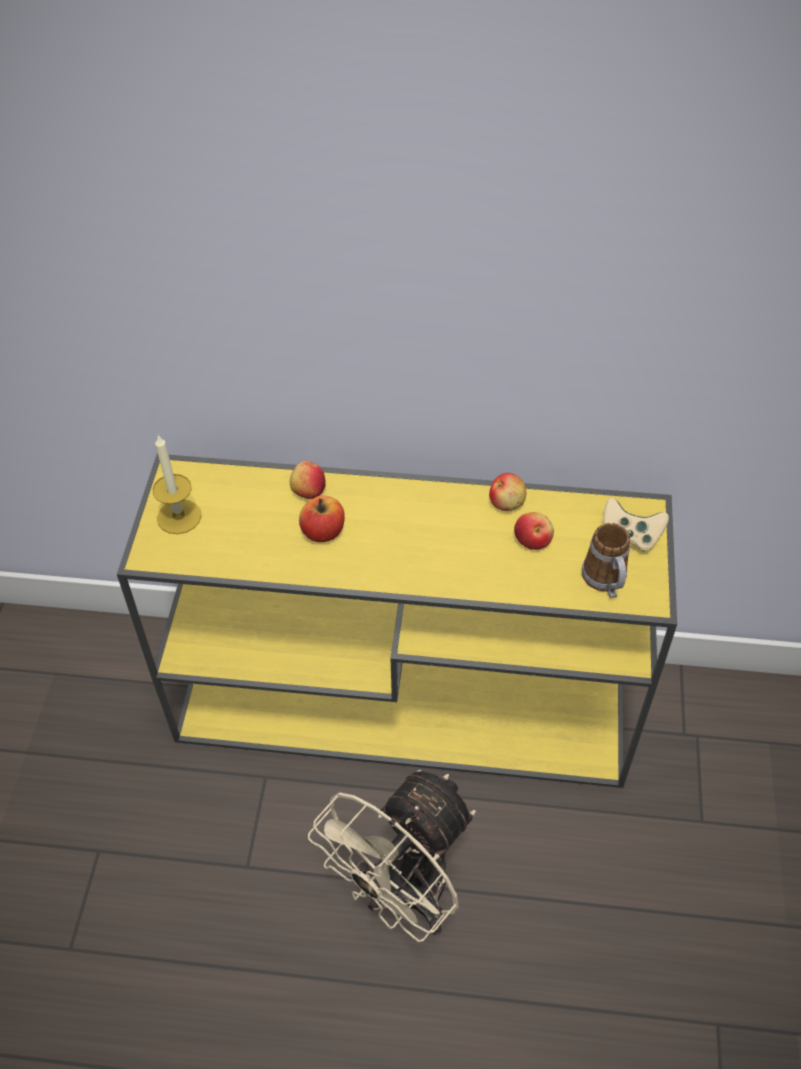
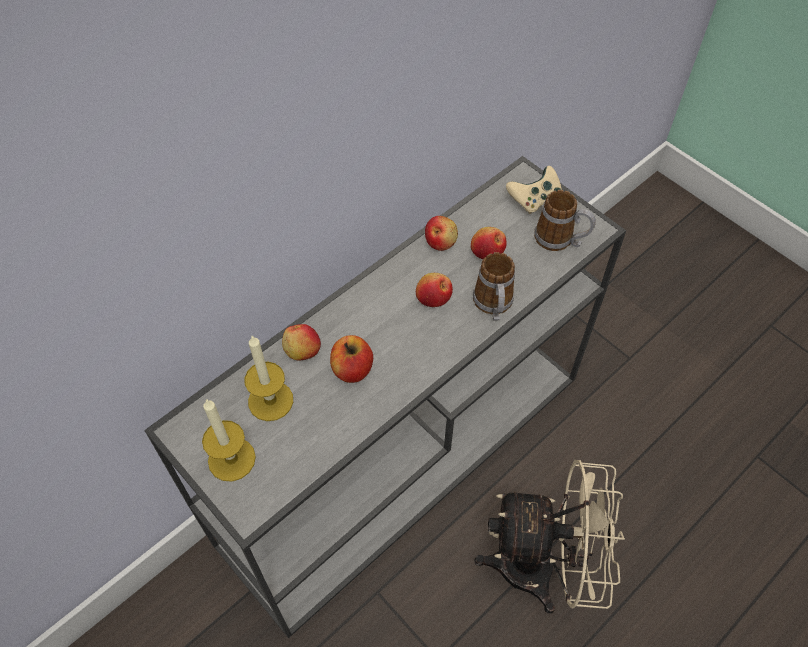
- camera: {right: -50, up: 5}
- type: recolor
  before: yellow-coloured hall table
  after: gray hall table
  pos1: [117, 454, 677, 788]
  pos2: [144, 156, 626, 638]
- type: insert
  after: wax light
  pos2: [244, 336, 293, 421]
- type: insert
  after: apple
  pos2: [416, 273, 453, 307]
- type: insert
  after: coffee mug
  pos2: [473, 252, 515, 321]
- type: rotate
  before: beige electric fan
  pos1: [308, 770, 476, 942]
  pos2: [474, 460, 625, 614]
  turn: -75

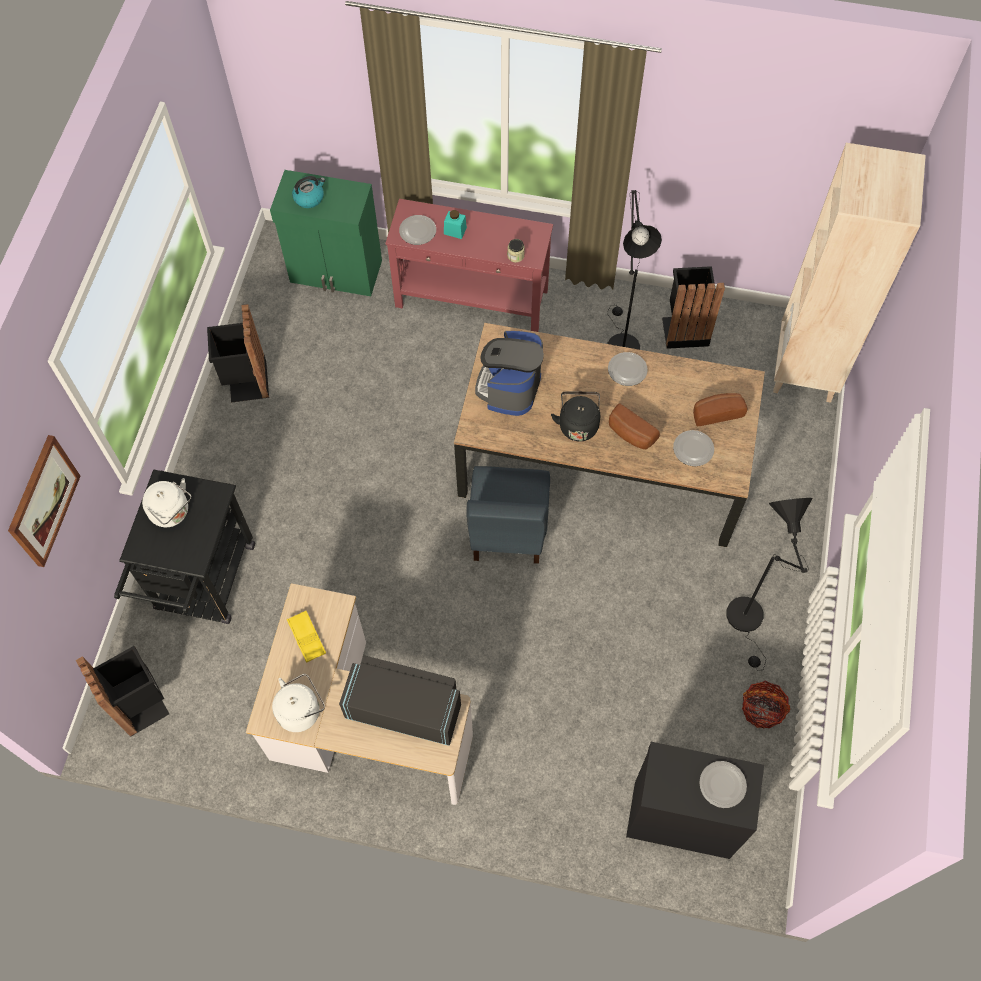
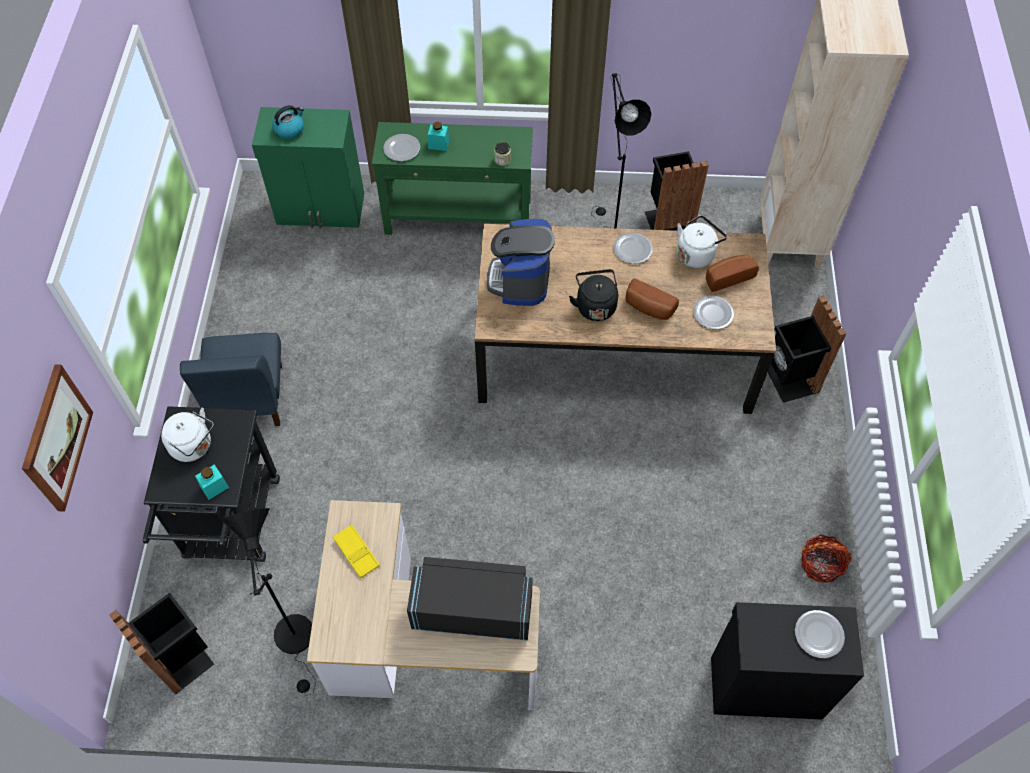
- camera: {right: -10, up: -5}
- type: move
  before: bluish plain chair
  pos1: [467, 466, 550, 564]
  pos2: [180, 333, 282, 426]
- type: insert
  after: turquoise preserve jar
  pos2: [195, 464, 229, 500]
- type: move
  before: blackish floor lamp
  pos1: [726, 498, 813, 670]
  pos2: [221, 508, 316, 696]
- type: recolor
  before: red-coloured hall table
  after: greenish hall table
  pos1: [385, 199, 553, 332]
  pos2: [372, 122, 533, 235]
- type: move
  before: white tea kettle
  pos1: [272, 674, 325, 732]
  pos2: [677, 215, 727, 268]
- type: move
  before: blackish waste bin
  pos1: [207, 304, 269, 403]
  pos2: [768, 296, 847, 403]

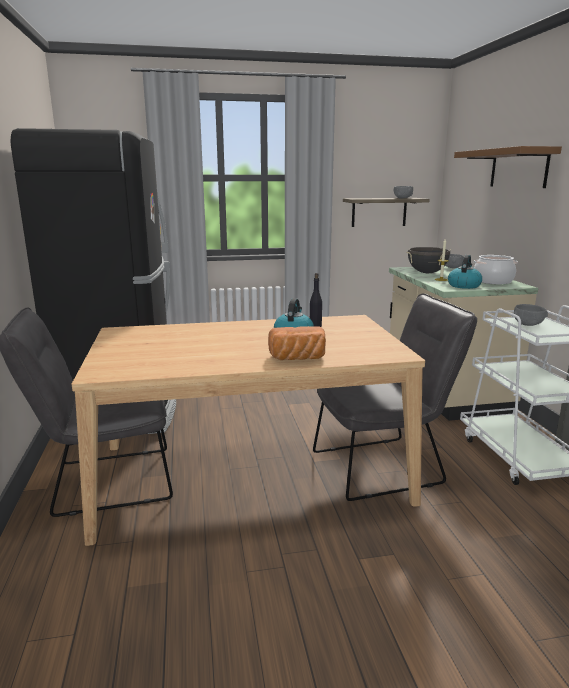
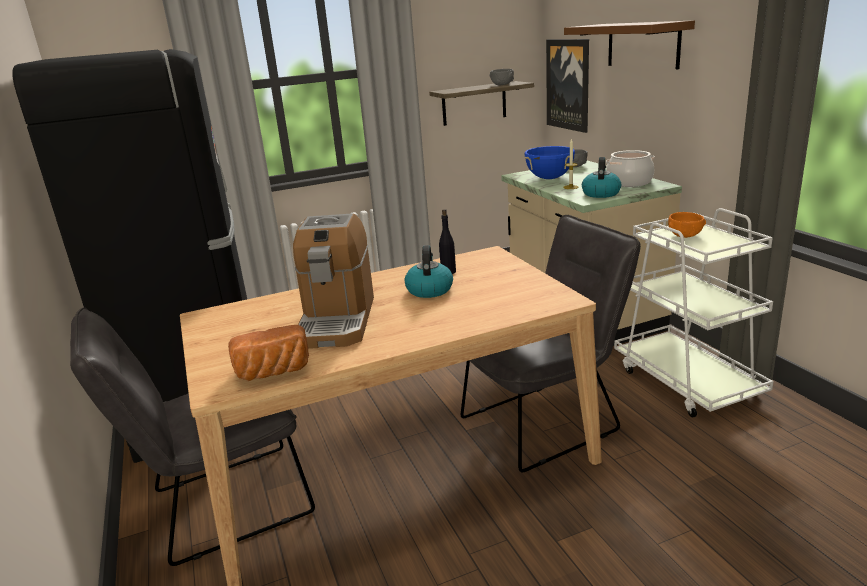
- camera: {right: -10, up: 5}
- type: move
  before: bakery bread
  pos1: [268, 326, 326, 360]
  pos2: [228, 325, 309, 381]
- type: insert
  after: coffee brewer
  pos2: [293, 213, 374, 349]
- type: recolor
  before: blackish cooking pot
  after: bluish cooking pot
  pos1: [406, 247, 451, 273]
  pos2: [525, 146, 575, 179]
- type: insert
  after: picture
  pos2: [546, 39, 589, 133]
- type: recolor
  before: gray deep dish
  after: orange-coloured deep dish
  pos1: [514, 304, 548, 326]
  pos2: [668, 212, 706, 238]

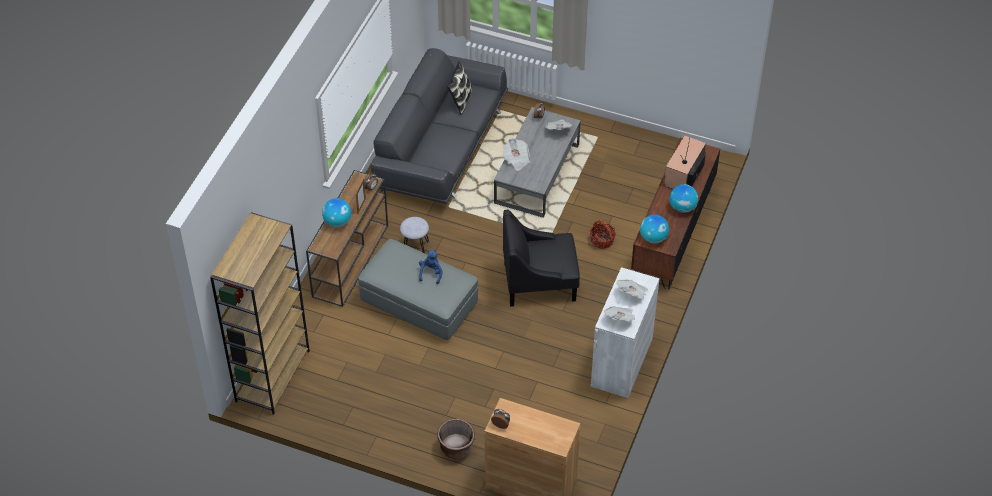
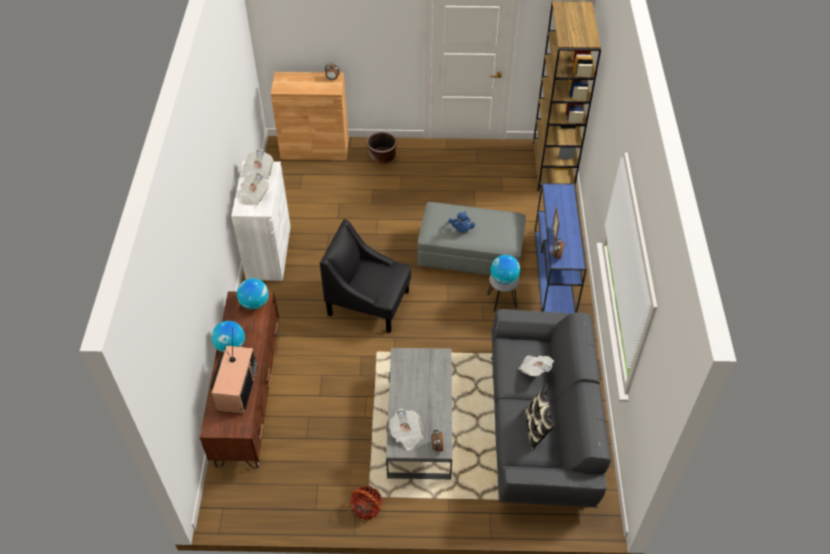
- camera: {right: 160, up: 0}
- type: rotate
  before: blackish armchair
  pos1: [503, 210, 580, 307]
  pos2: [320, 219, 411, 333]
  turn: -135
- type: move
  before: household basket
  pos1: [590, 220, 616, 249]
  pos2: [350, 486, 382, 520]
- type: move
  before: world globe
  pos1: [322, 198, 351, 227]
  pos2: [490, 255, 520, 284]
- type: move
  before: newspaper
  pos1: [503, 138, 530, 171]
  pos2: [519, 355, 554, 376]
- type: recolor
  before: brown hall table
  after: bluish hall table
  pos1: [306, 170, 388, 307]
  pos2: [534, 183, 587, 314]

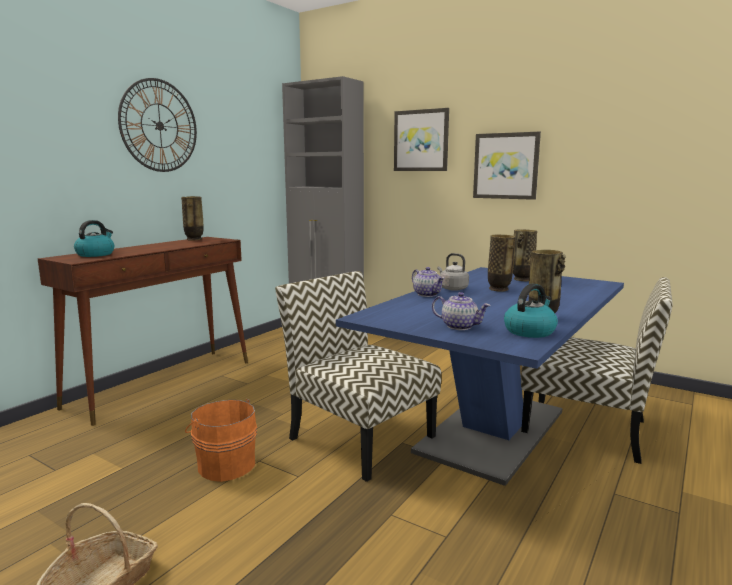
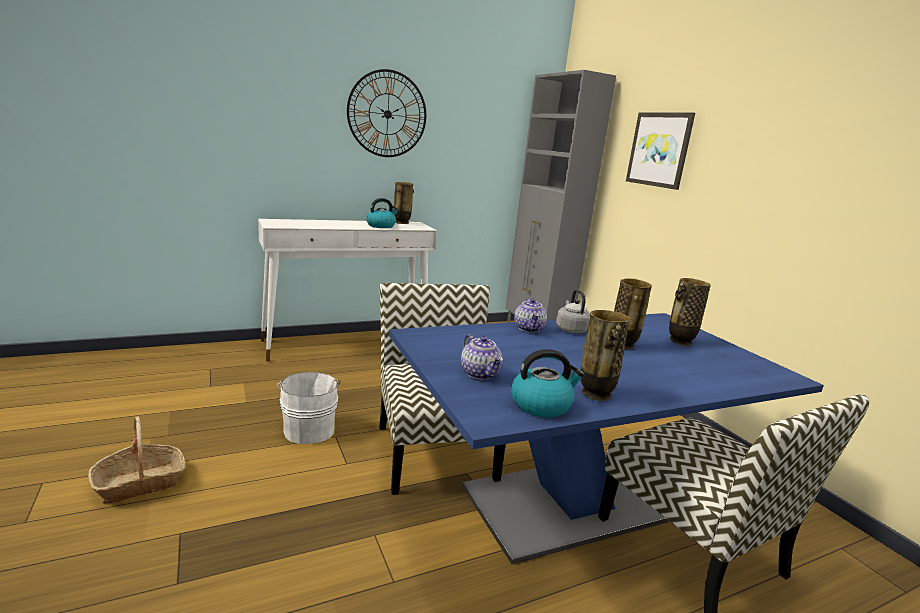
- camera: {right: 30, up: 5}
- type: recolor
  before: brown hall table
  after: white hall table
  pos1: [38, 237, 248, 426]
  pos2: [258, 219, 437, 362]
- type: recolor
  before: orange-coloured pail
  after: white pail
  pos1: [185, 399, 257, 482]
  pos2: [277, 372, 341, 444]
- type: move
  before: tea kettle
  pos1: [74, 220, 114, 257]
  pos2: [366, 198, 399, 228]
- type: delete
  before: picture
  pos1: [473, 132, 541, 200]

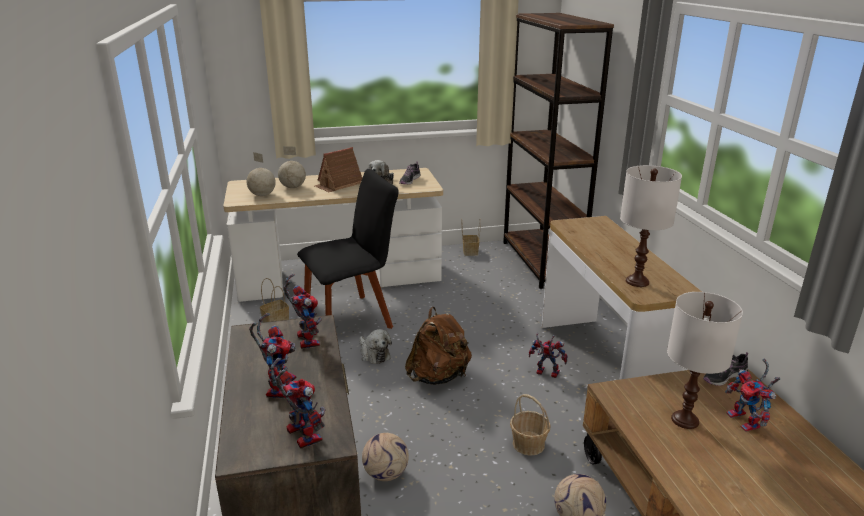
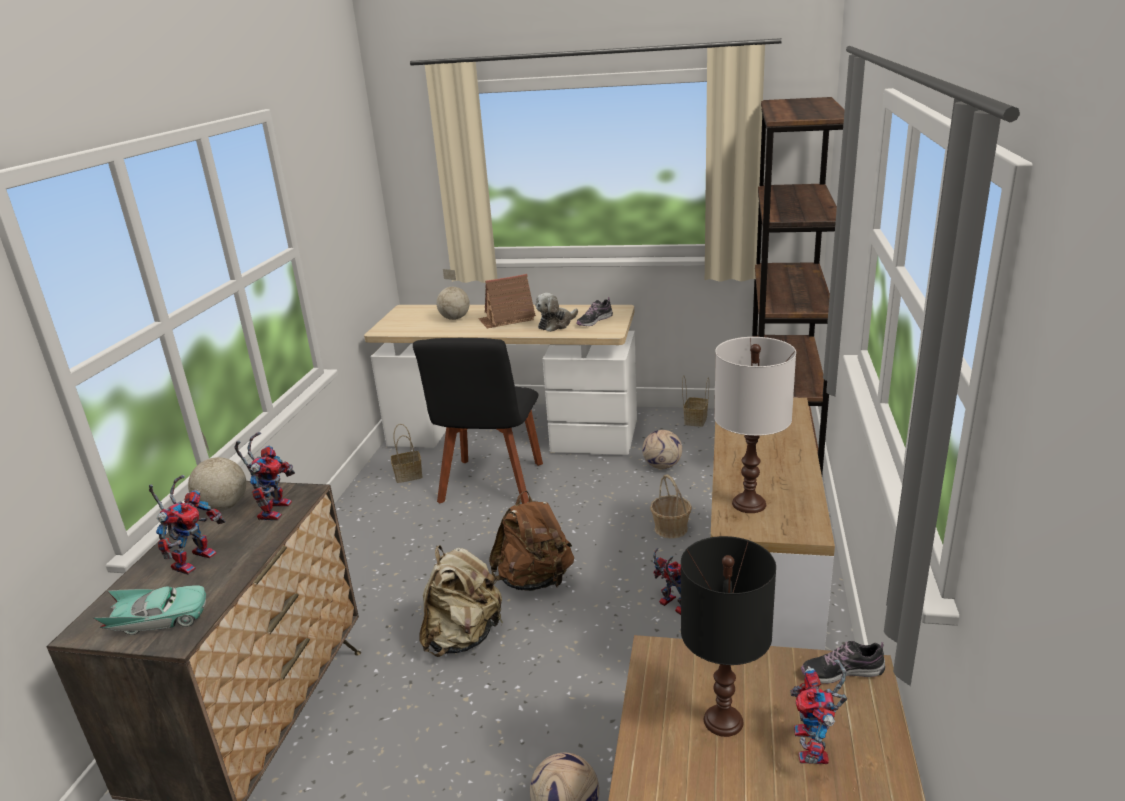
- camera: {right: 25, up: 0}
- type: replace
  before: model robot
  after: turquoise model car
  pos1: [271, 358, 326, 449]
  pos2: [93, 585, 207, 635]
- type: move
  before: world globe
  pos1: [247, 152, 276, 196]
  pos2: [188, 431, 246, 511]
- type: rotate
  before: blackish plain chair
  pos1: [297, 169, 399, 329]
  pos2: [413, 338, 543, 504]
  turn: 105
- type: insert
  after: beige rucksack
  pos2: [419, 545, 503, 657]
- type: move
  before: football
  pos1: [362, 433, 409, 481]
  pos2: [642, 430, 682, 469]
- type: move
  before: household basket
  pos1: [510, 394, 551, 456]
  pos2: [650, 474, 692, 539]
- type: recolor
  before: white tabletop lamp
  after: blackish tabletop lamp
  pos1: [667, 292, 743, 429]
  pos2: [681, 536, 776, 737]
- type: delete
  before: plush toy
  pos1: [359, 329, 392, 364]

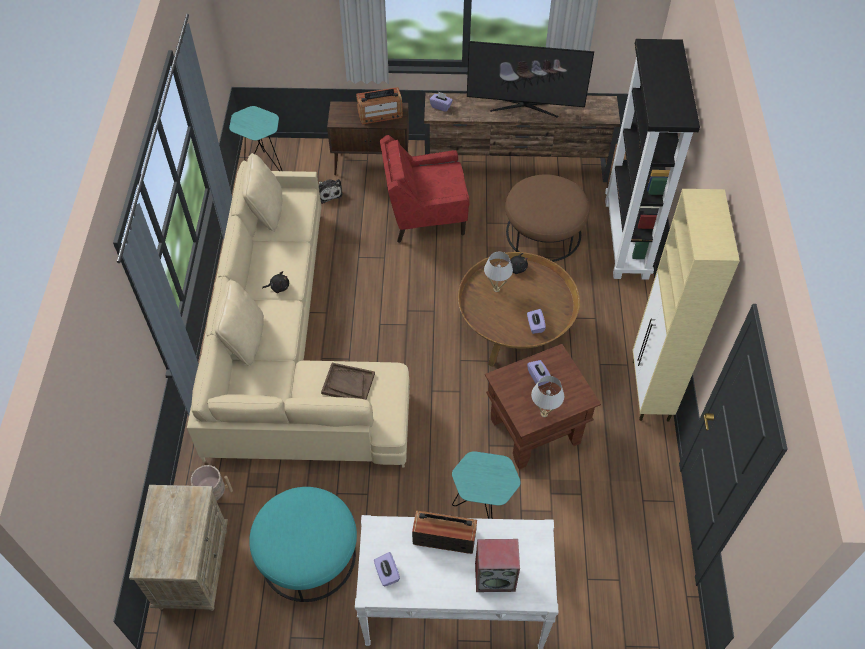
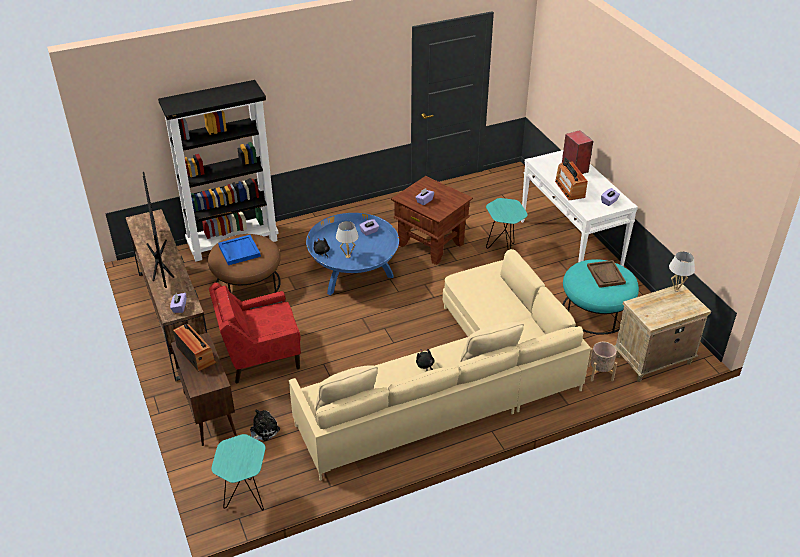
- camera: {right: -115, up: -15}
- type: rotate
  before: red-coloured armchair
  pos1: [380, 135, 470, 243]
  pos2: [209, 282, 301, 383]
  turn: 105
- type: insert
  after: bluish tray
  pos2: [218, 235, 261, 265]
- type: recolor
  before: brown coffee table
  after: bluish coffee table
  pos1: [458, 252, 580, 367]
  pos2: [306, 213, 399, 295]
- type: move
  before: brown tray
  pos1: [321, 363, 375, 400]
  pos2: [587, 260, 626, 288]
- type: move
  before: white tabletop lamp
  pos1: [531, 376, 564, 417]
  pos2: [669, 252, 695, 292]
- type: delete
  before: beige cabinet
  pos1: [633, 189, 740, 421]

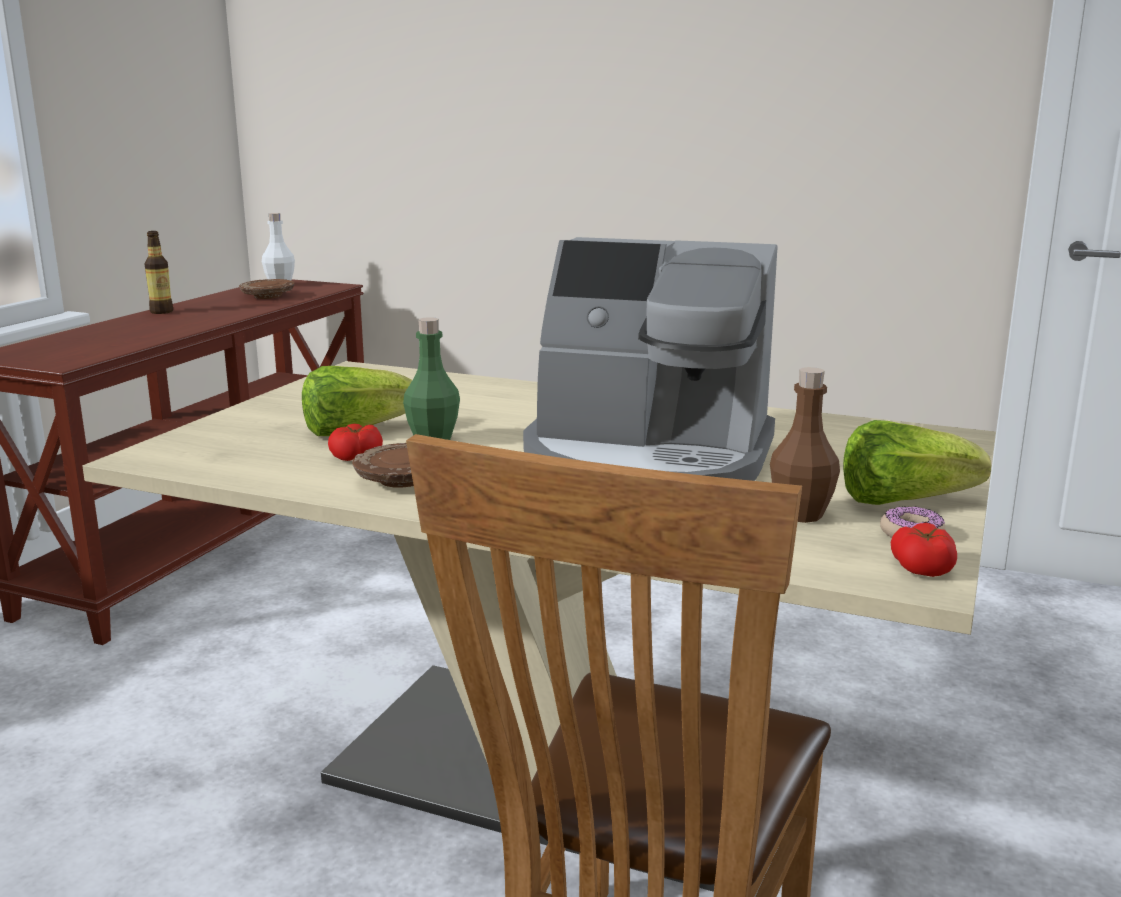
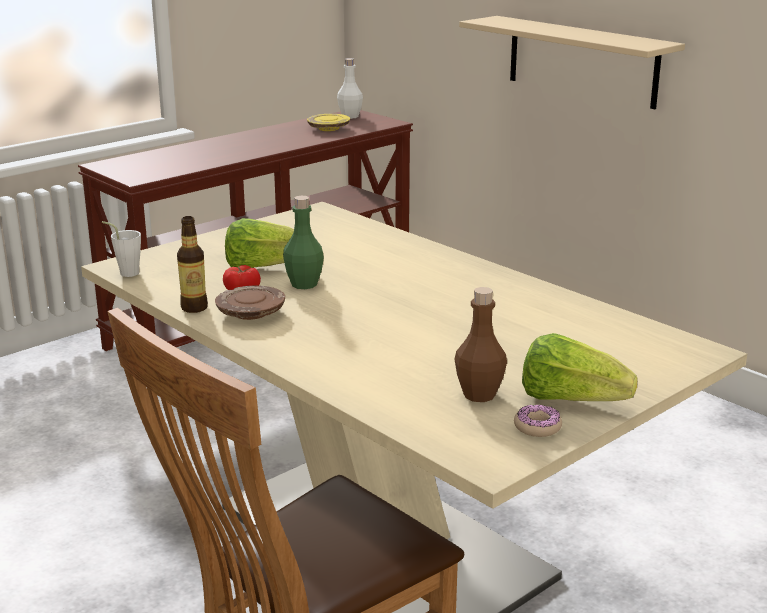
- camera: {right: 25, up: 5}
- type: insert
  after: white drinking cup
  pos2: [102, 221, 141, 277]
- type: move
  before: bottle
  pos1: [144, 231, 173, 314]
  pos2: [177, 216, 208, 313]
- type: recolor
  before: brown plate
  after: yellow-coloured plate
  pos1: [239, 279, 295, 299]
  pos2: [307, 114, 350, 131]
- type: insert
  after: beige shelf
  pos2: [459, 16, 685, 109]
- type: delete
  before: coffee brewer
  pos1: [523, 237, 778, 481]
- type: delete
  before: whole tomato
  pos1: [891, 523, 957, 577]

